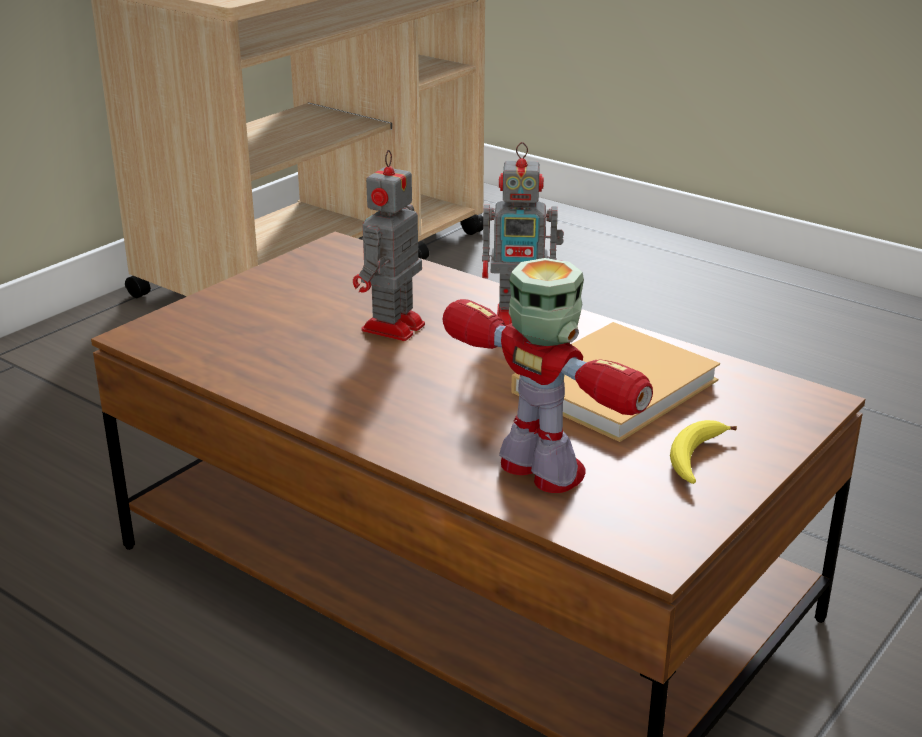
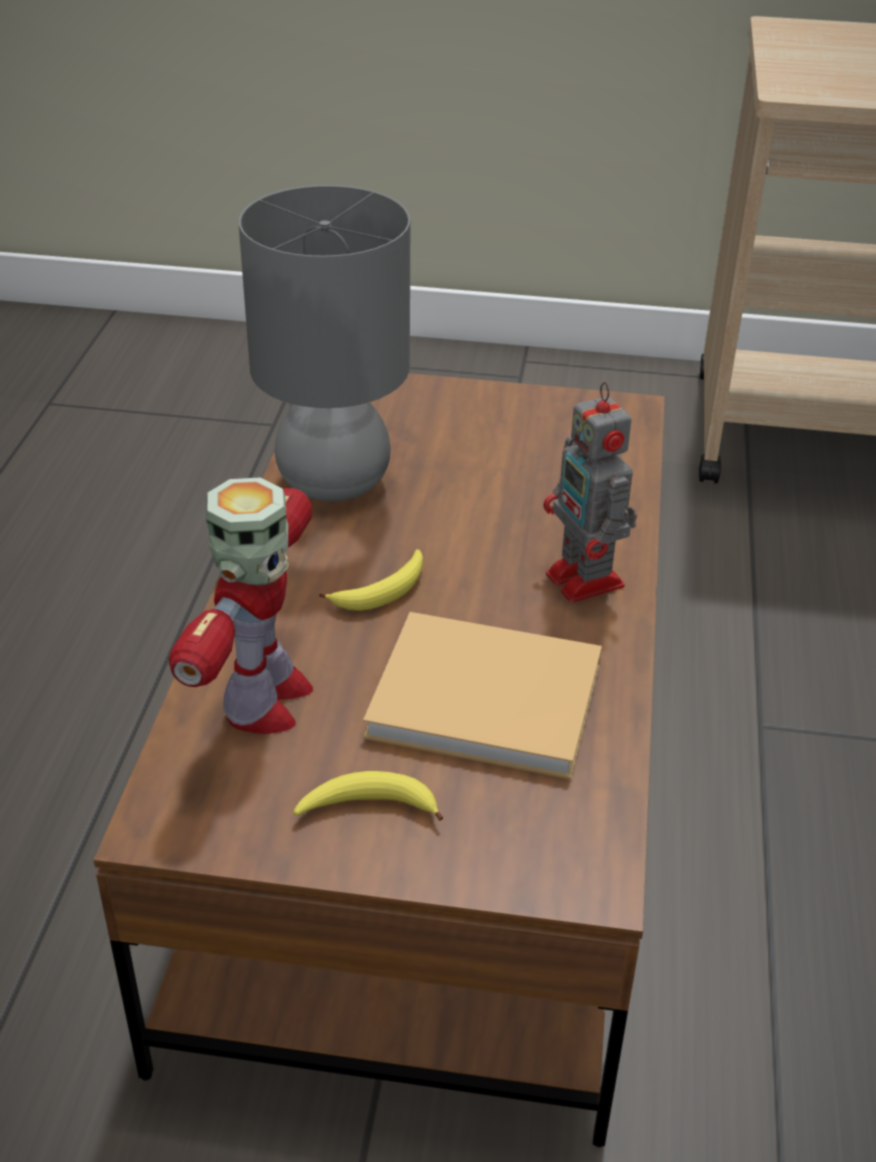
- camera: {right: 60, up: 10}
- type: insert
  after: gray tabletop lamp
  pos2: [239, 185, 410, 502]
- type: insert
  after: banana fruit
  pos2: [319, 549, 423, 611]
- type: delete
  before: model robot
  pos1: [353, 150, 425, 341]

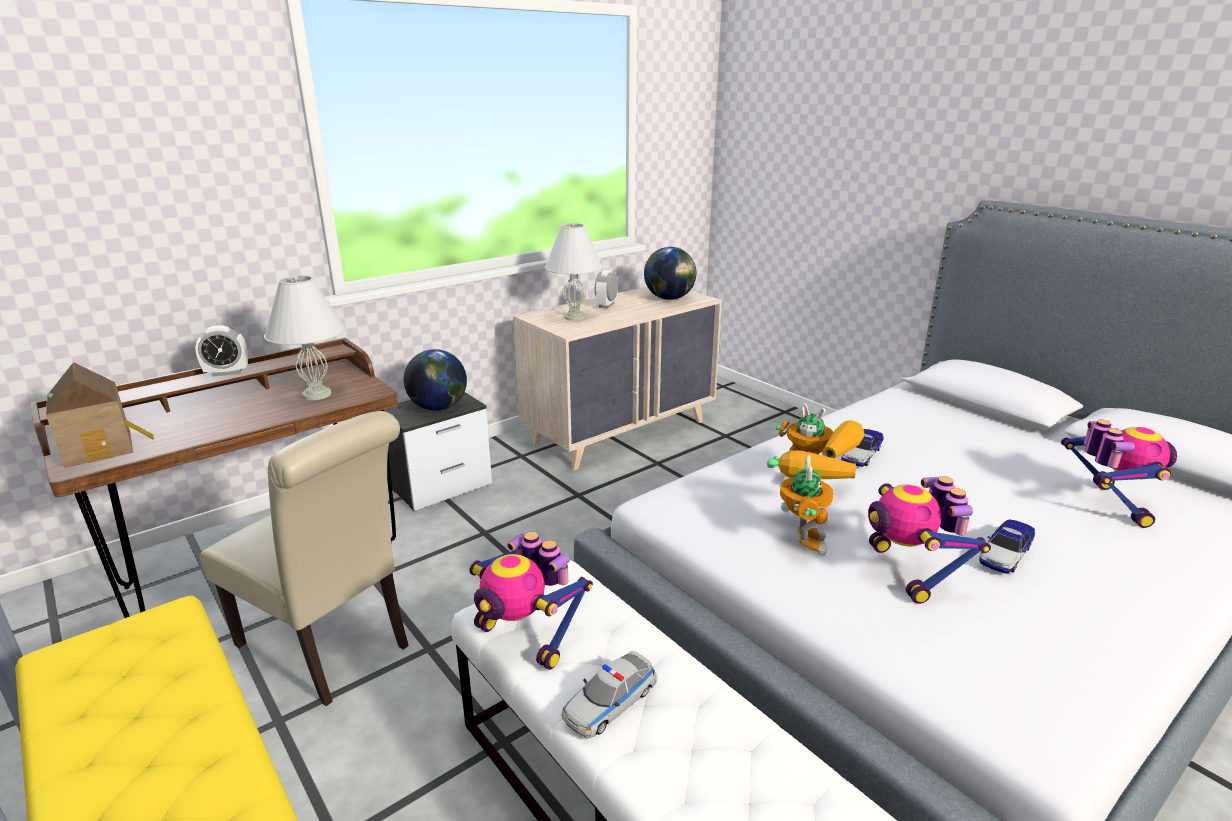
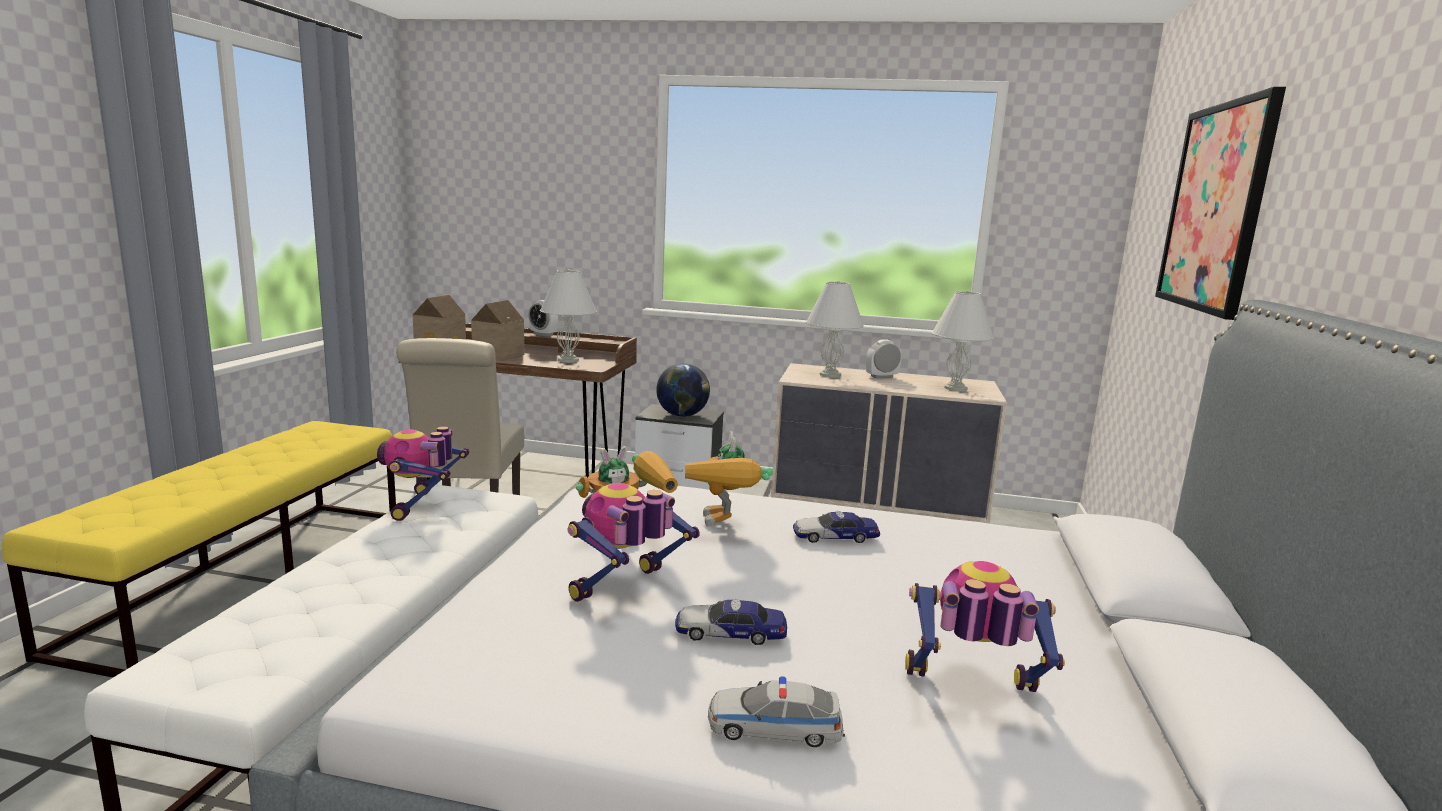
- camera: {right: 50, up: -10}
- type: insert
  after: toy house
  pos2: [471, 300, 524, 361]
- type: move
  before: model car
  pos1: [562, 651, 658, 738]
  pos2: [708, 676, 845, 747]
- type: rotate
  before: model robot
  pos1: [1061, 420, 1177, 528]
  pos2: [905, 561, 1065, 692]
  turn: -135
- type: replace
  before: world globe
  after: white tabletop lamp
  pos1: [644, 247, 696, 300]
  pos2: [932, 290, 994, 391]
- type: insert
  after: picture
  pos2: [1155, 87, 1286, 320]

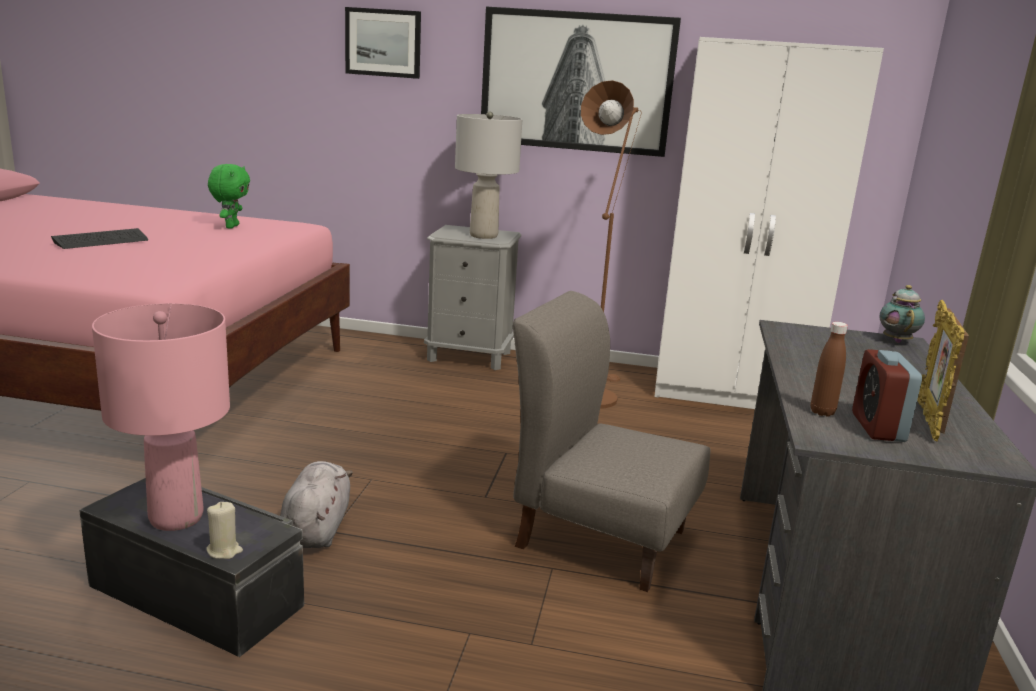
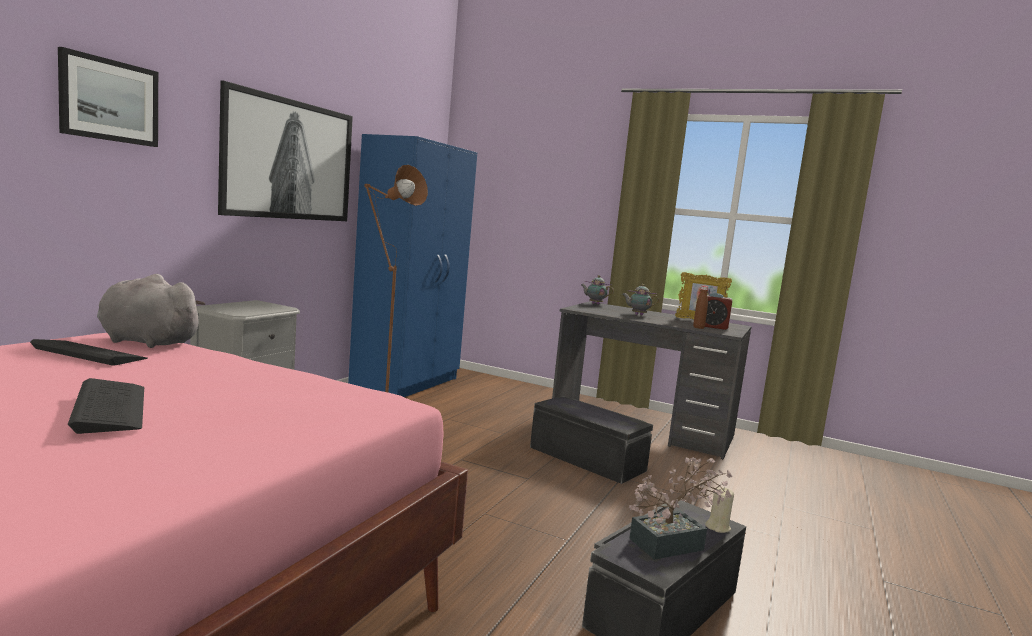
- camera: {right: -75, up: -10}
- type: replace
  before: greenish plush toy
  after: PC keyboard
  pos1: [208, 164, 250, 229]
  pos2: [30, 339, 148, 366]
- type: move
  before: gray plush toy
  pos1: [280, 461, 353, 548]
  pos2: [97, 274, 205, 348]
- type: recolor
  before: white armoire
  after: bluish armoire
  pos1: [654, 37, 884, 409]
  pos2: [348, 134, 477, 397]
- type: replace
  before: gray plain chair
  after: blackish storage container
  pos1: [513, 291, 710, 592]
  pos2: [530, 396, 653, 484]
- type: insert
  after: tea pot
  pos2: [622, 284, 659, 315]
- type: replace
  before: pink tabletop lamp
  after: potted plant
  pos1: [92, 303, 230, 531]
  pos2: [629, 457, 733, 560]
- type: delete
  before: gray tabletop lamp
  pos1: [455, 112, 522, 239]

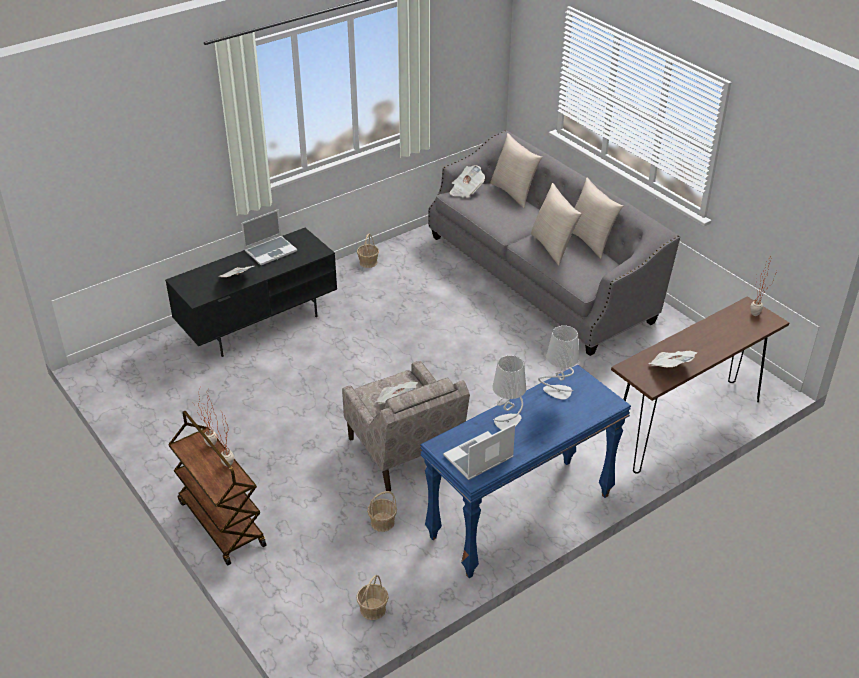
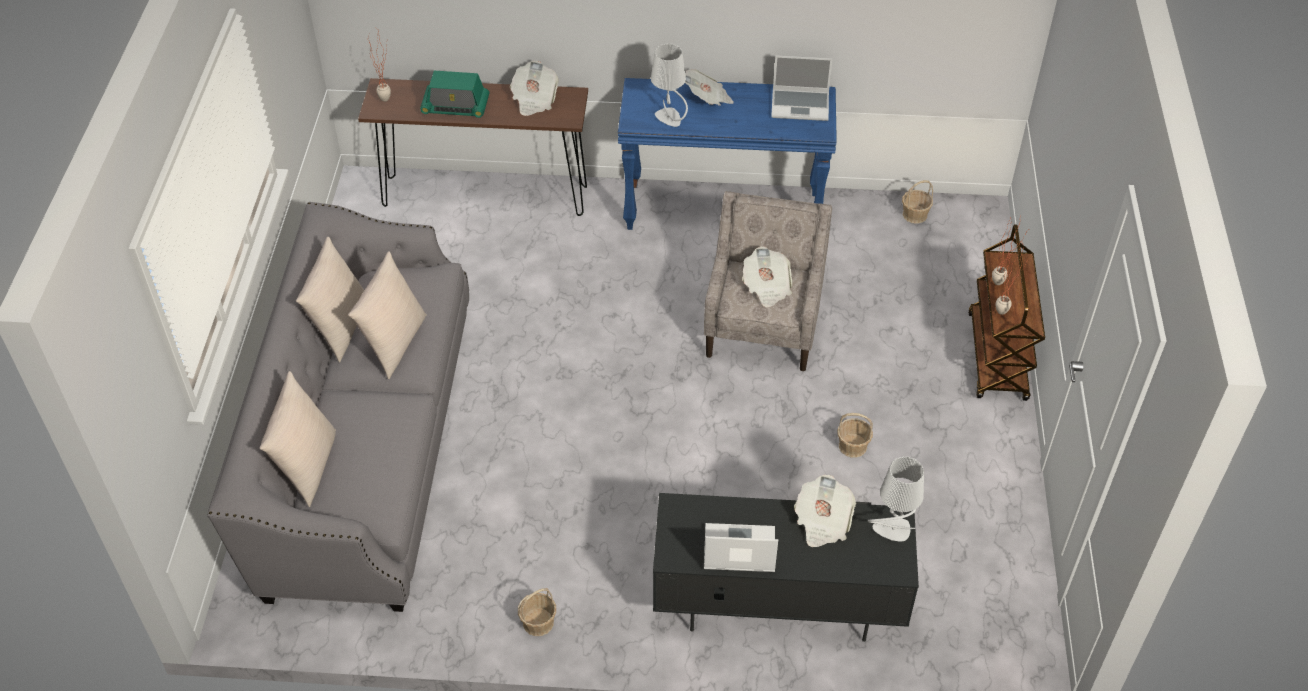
- camera: {right: -140, up: 10}
- type: insert
  after: radio receiver
  pos2: [420, 71, 489, 118]
- type: move
  before: newspaper
  pos1: [450, 165, 485, 197]
  pos2: [685, 69, 734, 106]
- type: move
  before: household basket
  pos1: [367, 491, 397, 532]
  pos2: [837, 413, 873, 458]
- type: move
  before: gray tabletop lamp
  pos1: [493, 355, 526, 430]
  pos2: [868, 456, 924, 542]

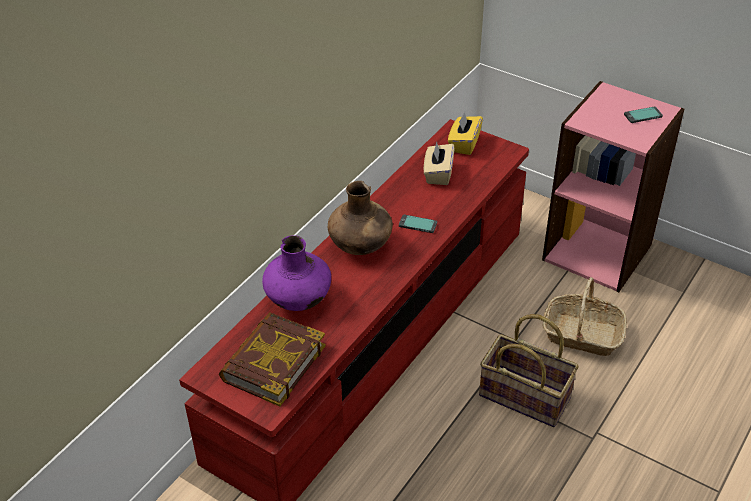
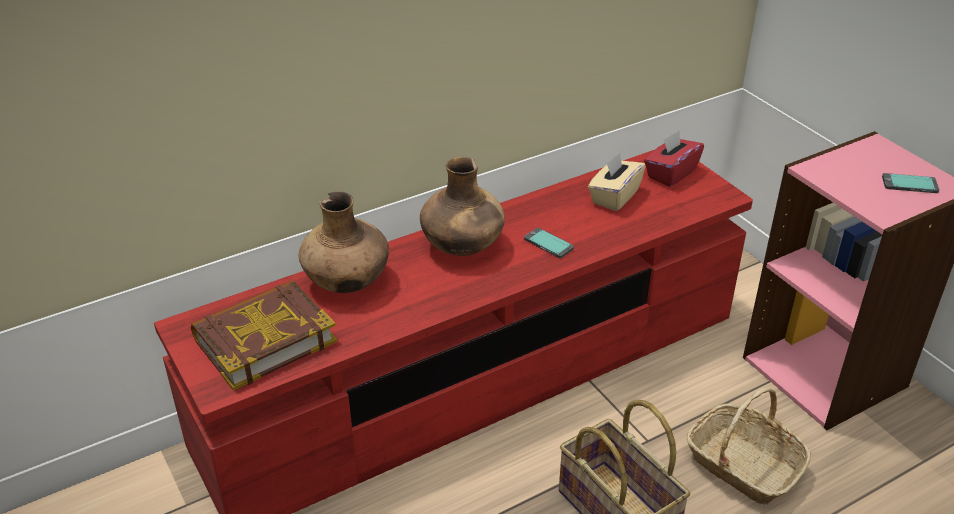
- camera: {right: 25, up: -5}
- type: recolor
  before: purple decorative vase
  after: brown decorative vase
  pos1: [262, 235, 331, 311]
  pos2: [299, 191, 389, 293]
- type: recolor
  before: yellow-coloured tissue box
  after: red-coloured tissue box
  pos1: [448, 112, 483, 155]
  pos2: [644, 130, 704, 187]

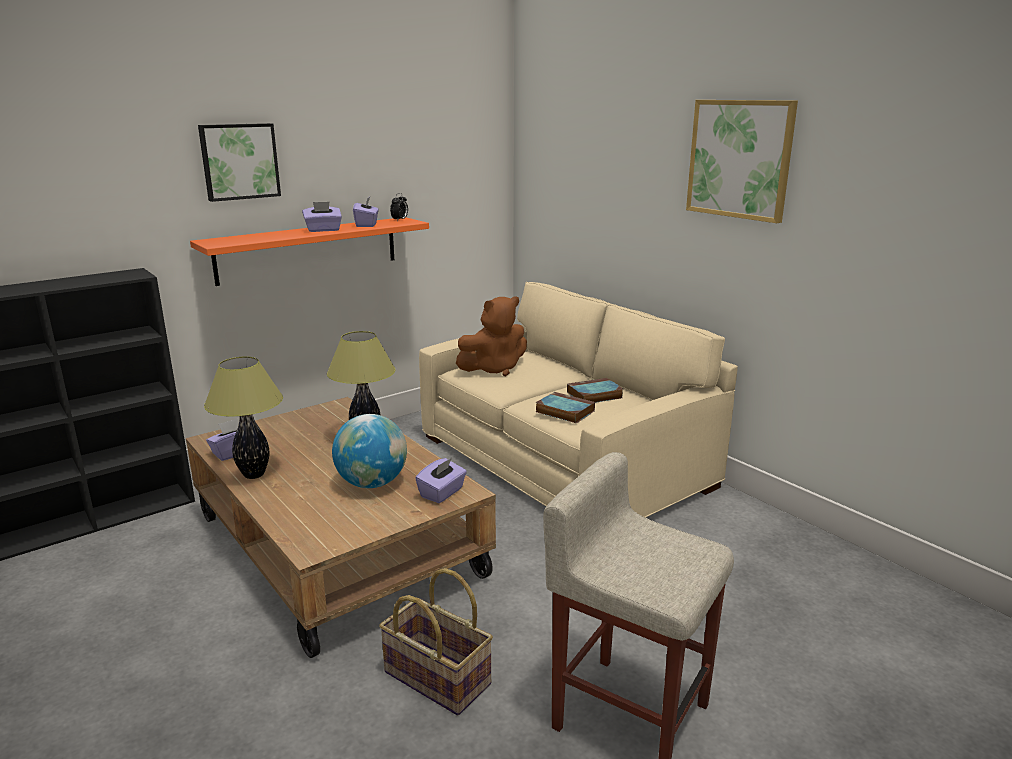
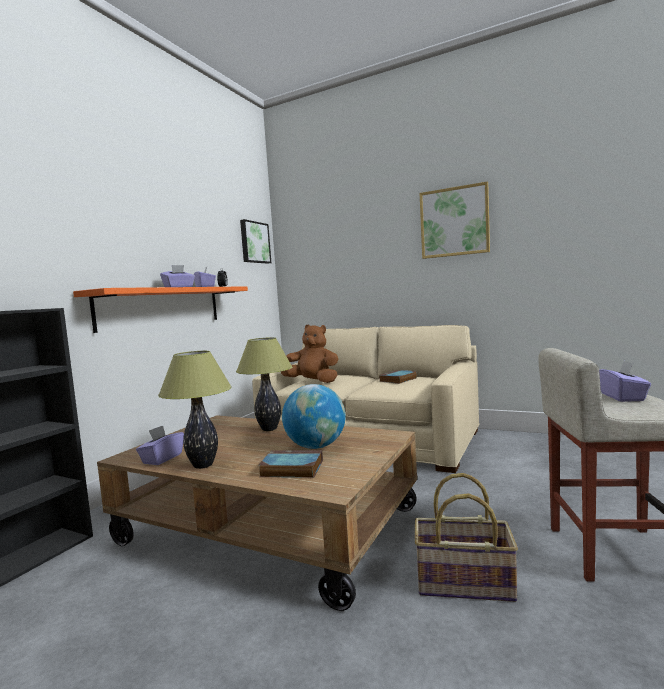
- camera: {right: -25, up: -15}
- type: move
  before: picture
  pos1: [198, 123, 281, 202]
  pos2: [240, 219, 271, 264]
- type: move
  before: book
  pos1: [536, 392, 595, 423]
  pos2: [258, 450, 323, 478]
- type: rotate
  before: brown plush toy
  pos1: [456, 296, 527, 376]
  pos2: [281, 324, 338, 383]
  turn: -105
- type: move
  before: purple tissue box
  pos1: [415, 458, 467, 503]
  pos2: [599, 361, 651, 402]

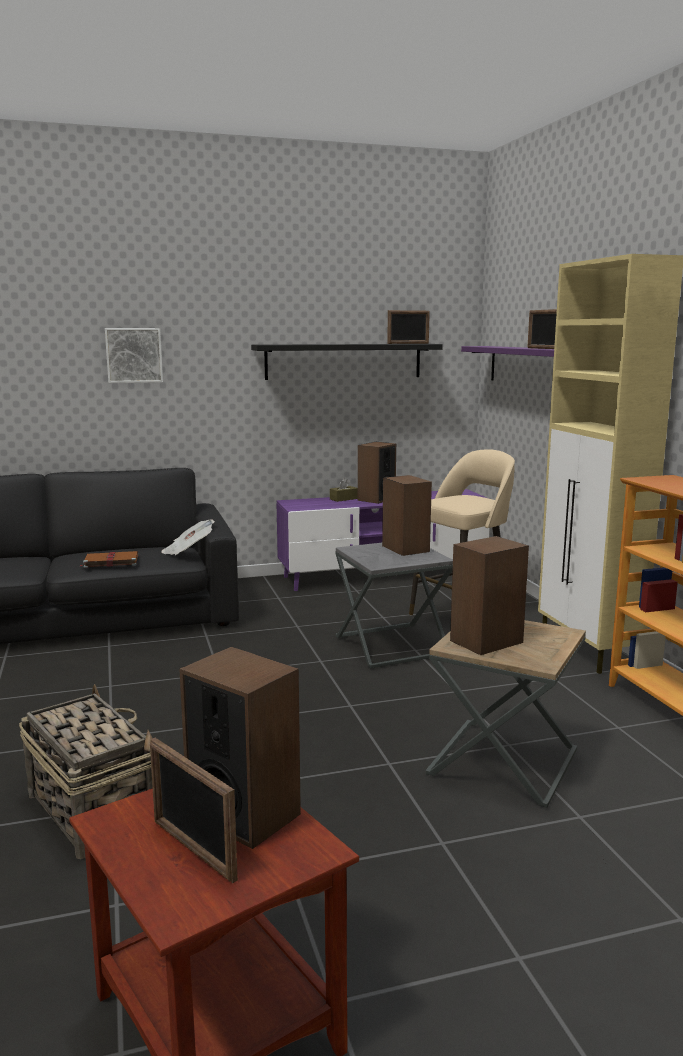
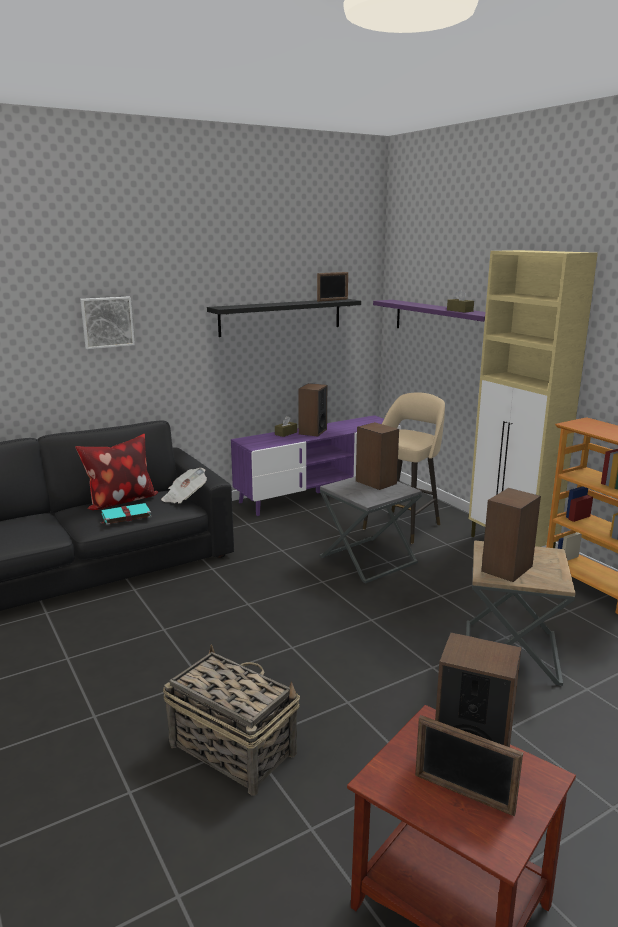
- camera: {right: -15, up: 5}
- type: insert
  after: throw pillow
  pos2: [75, 434, 158, 510]
- type: recolor
  before: brown book
  after: turquoise book
  pos1: [81, 551, 138, 568]
  pos2: [101, 503, 152, 525]
- type: replace
  before: standing frame
  after: brown tissue box
  pos1: [528, 309, 557, 349]
  pos2: [447, 290, 474, 312]

